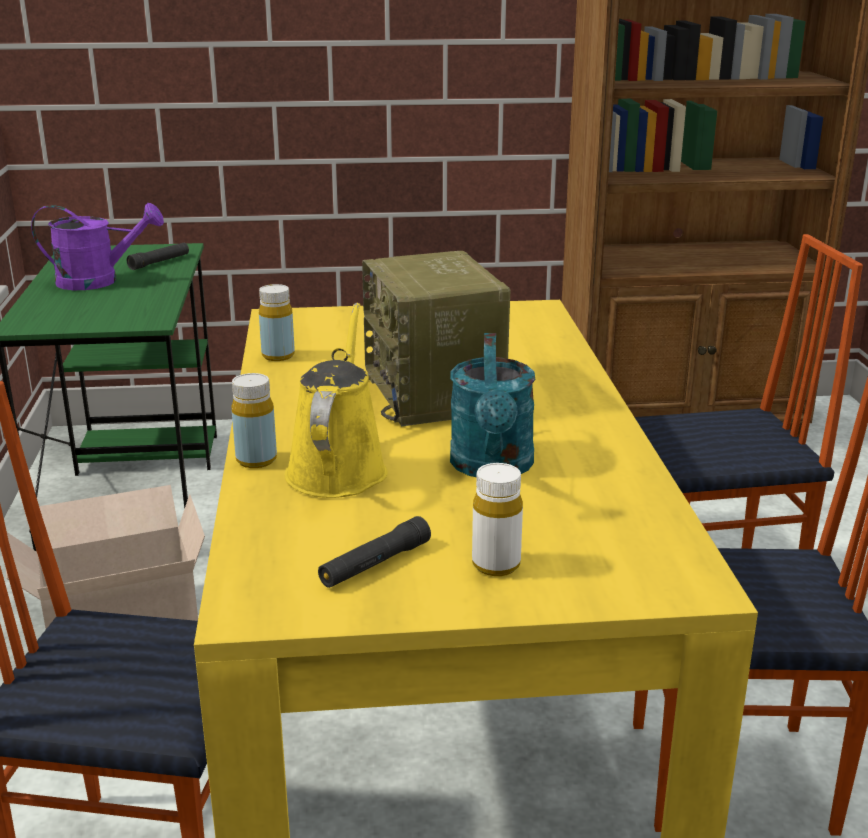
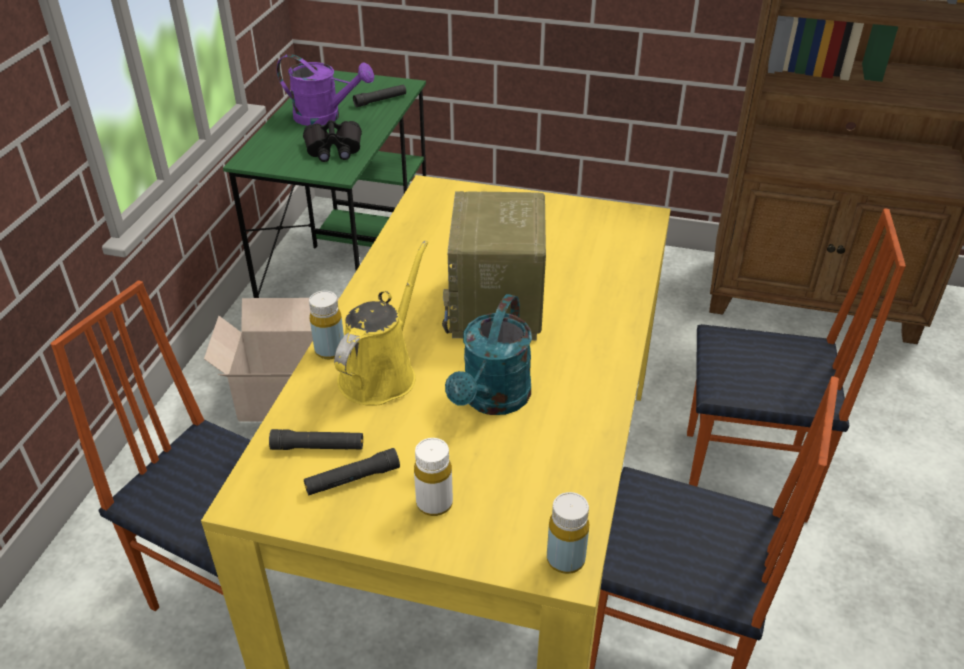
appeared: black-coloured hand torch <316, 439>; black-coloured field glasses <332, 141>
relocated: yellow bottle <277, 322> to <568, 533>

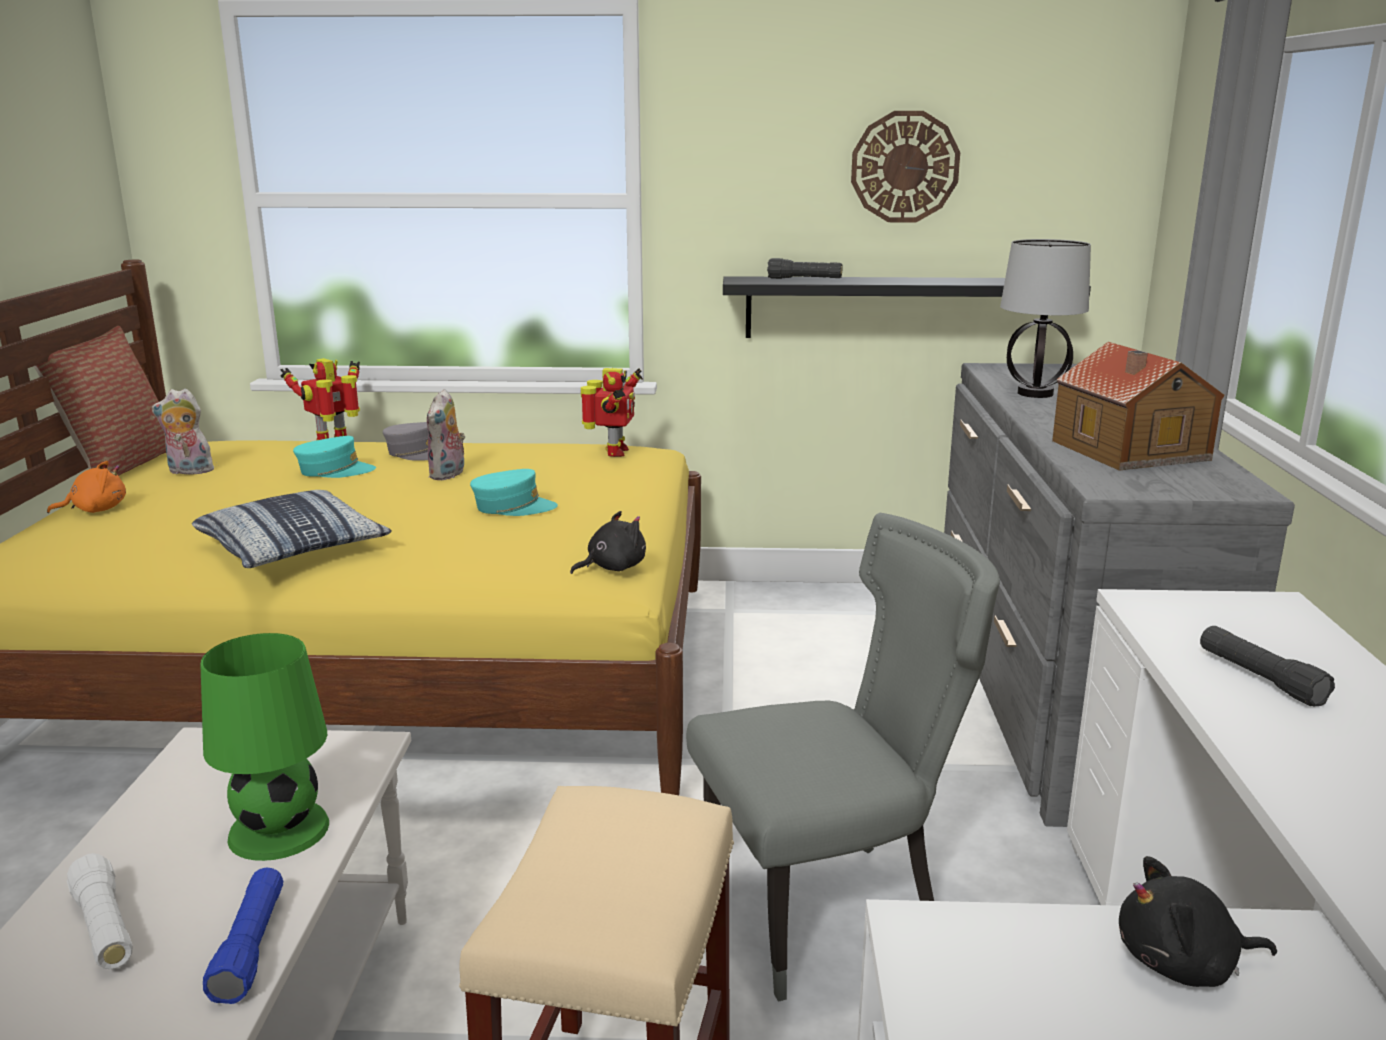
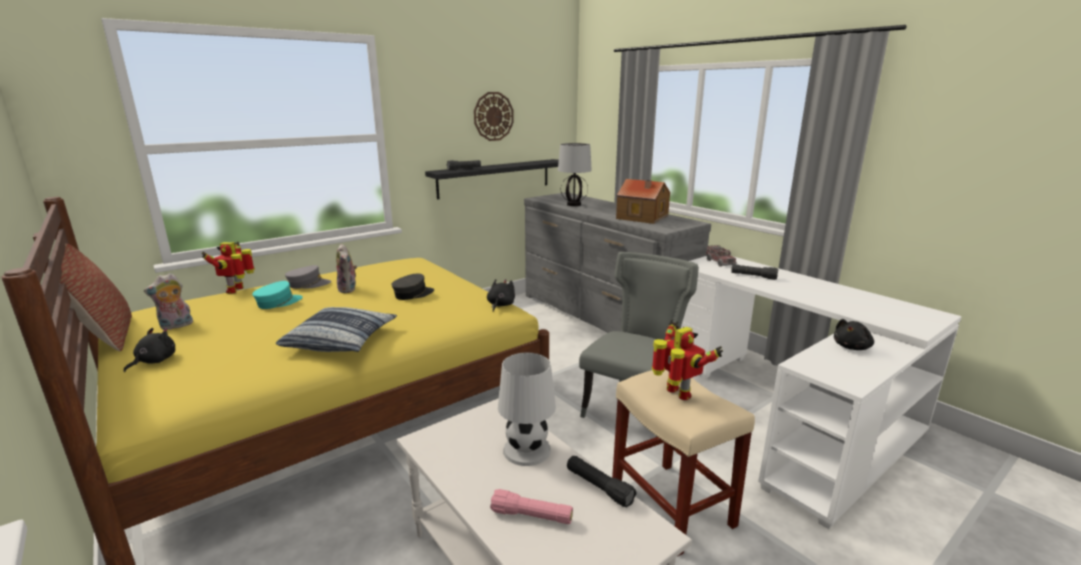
appeared: model truck <720, 256>
relocated: robot figure <612, 412> to <687, 360>
colour: orangey soft toy <86, 487> to black-coloured soft toy <149, 350>; turquoise baseball cap <514, 492> to grey baseball cap <412, 286>; white-coloured hand torch <100, 911> to pink-coloured hand torch <531, 506>; green-coloured table lamp <264, 747> to white-coloured table lamp <527, 409>; blue hand torch <243, 936> to black-coloured hand torch <602, 481>

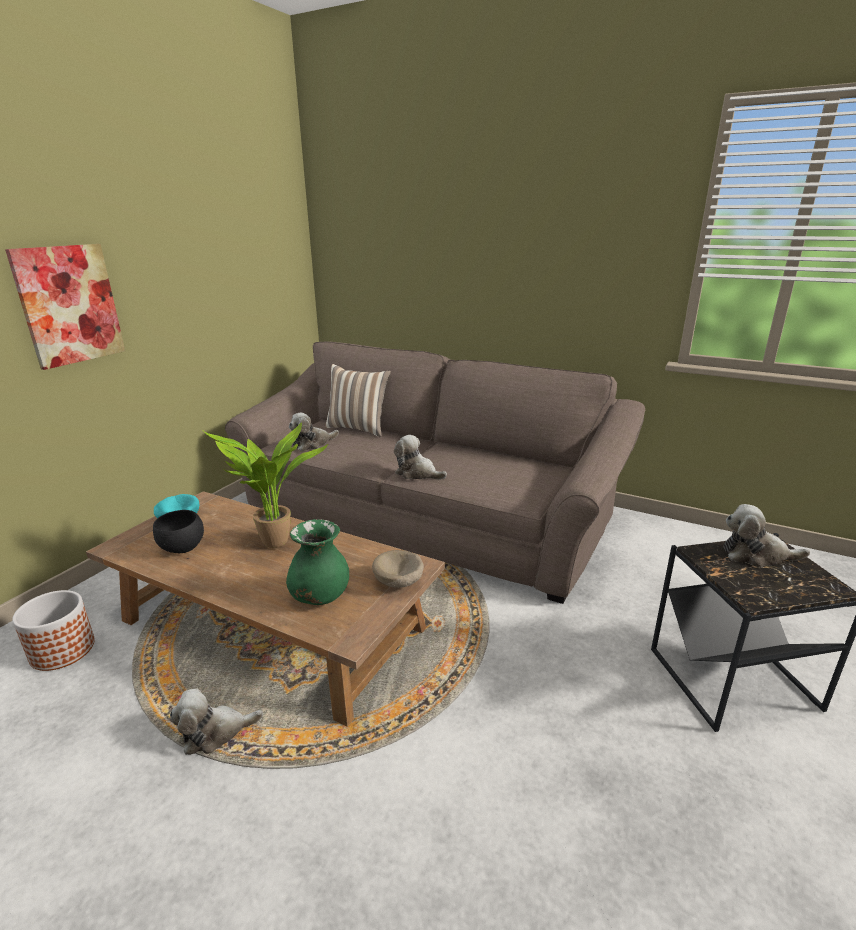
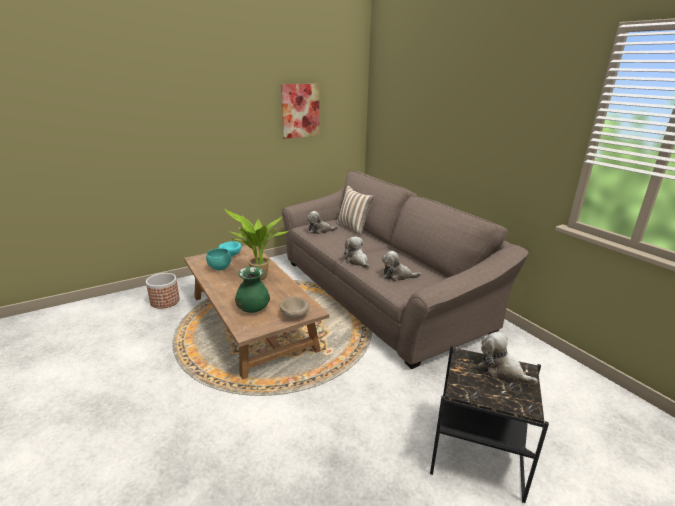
relocated: wall art <65, 307> to <300, 111>; soft toy <216, 722> to <401, 266>
colour: black-coloured serving bowl <178, 531> to turquoise serving bowl <218, 259>

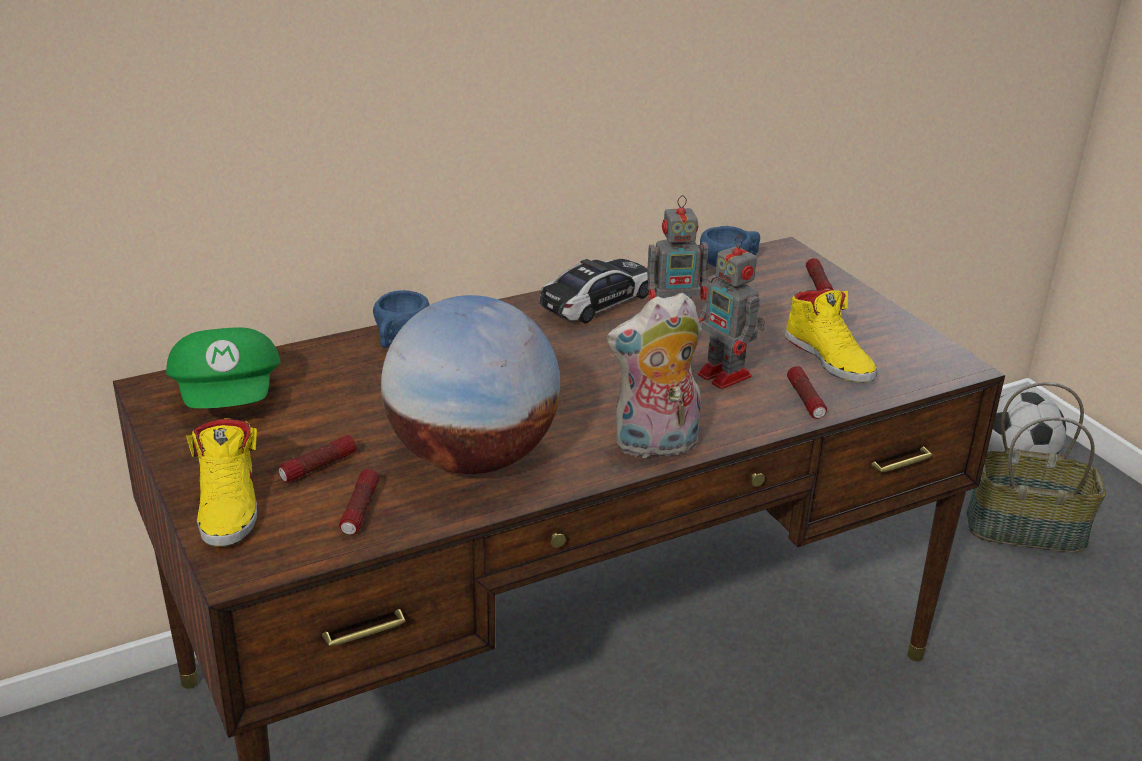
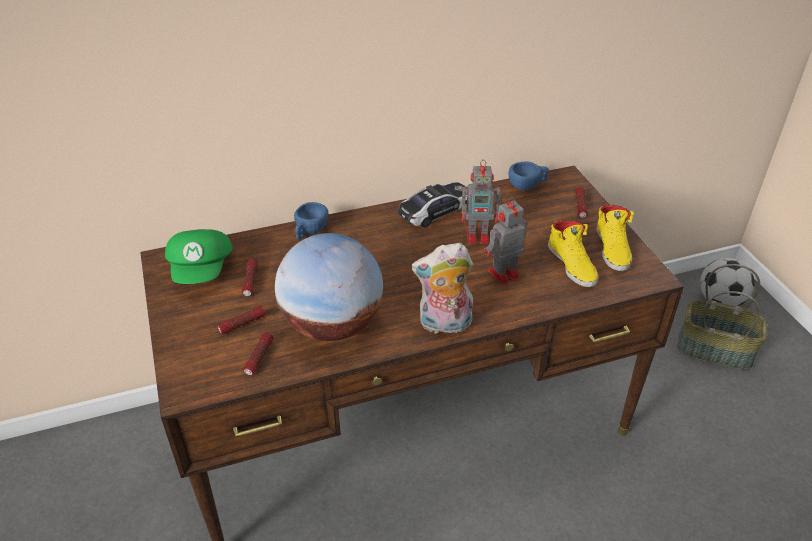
relocated: hand torch <807, 392> to <250, 277>; yellow item of footwear <221, 482> to <615, 237>
spun: robot figure <731, 312> = <505, 240> 90 degrees clockwise

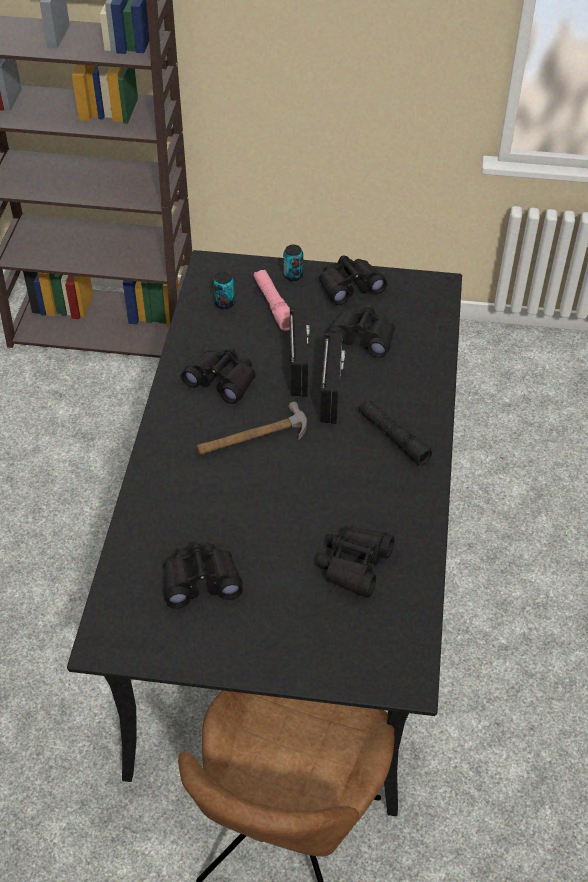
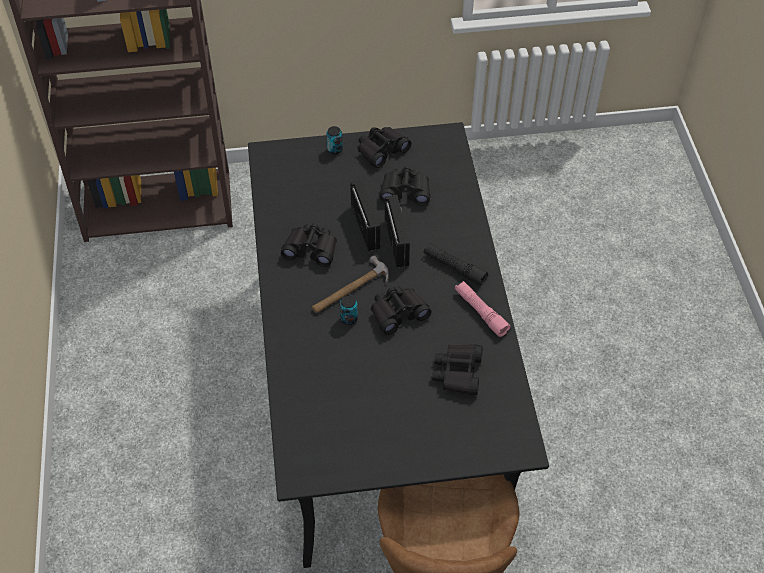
relocated: metal can <224, 290> to <348, 310>; black-coloured field glasses <203, 576> to <401, 310>; pink-coloured hand torch <272, 300> to <482, 309>

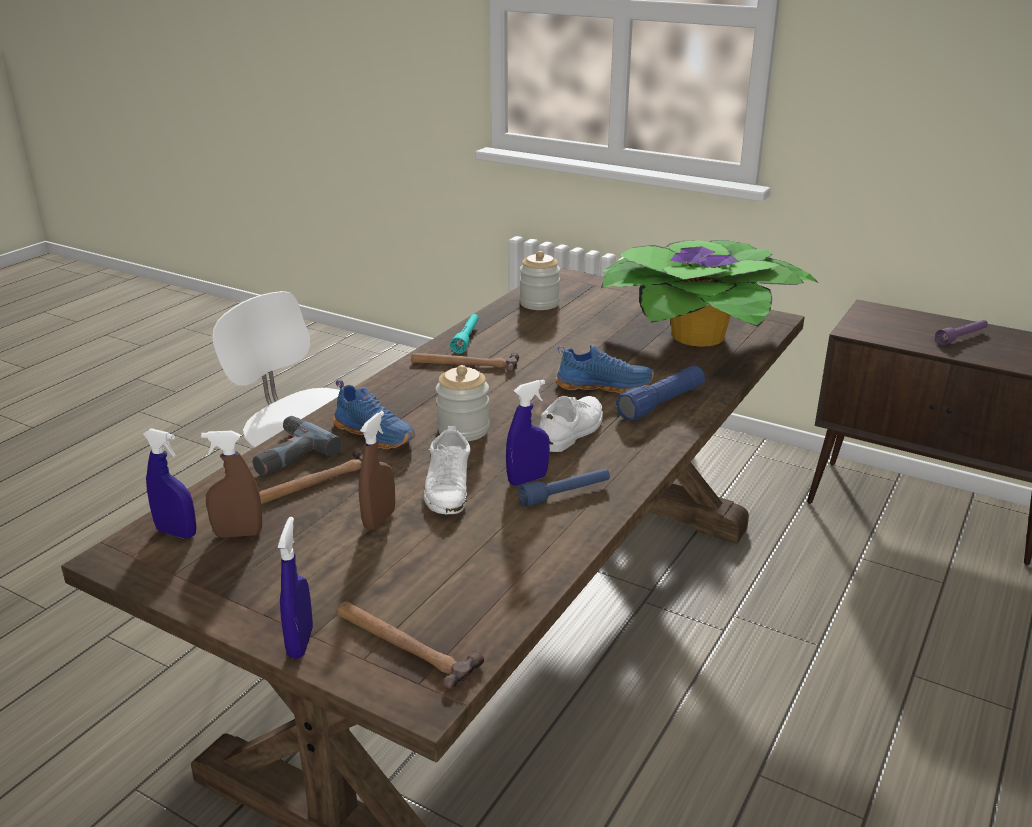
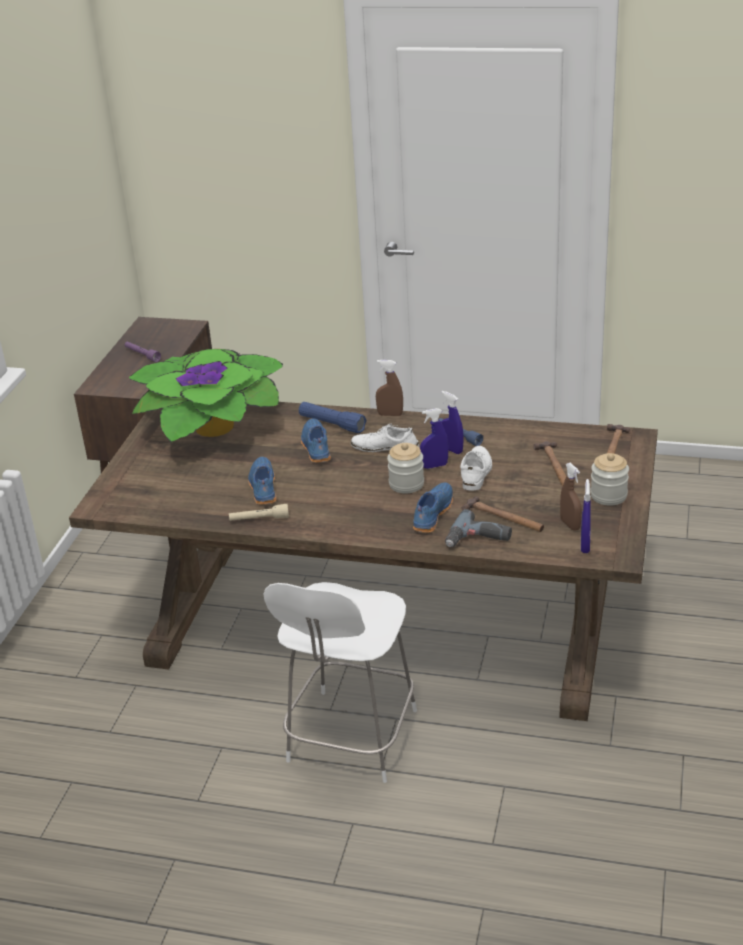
appeared: blue item of footwear <262, 481>
relocated: brown-coloured sprayer <377, 470> to <389, 388>; blue sprayer <295, 588> to <434, 438>; tool hammer <465, 362> to <549, 464>; jar <540, 280> to <609, 479>
colour: turquoise hand torch <464, 333> to beige-coloured hand torch <259, 512>
spun: white-coloured item of footwear <447, 470> = <476, 468> 60 degrees counterclockwise

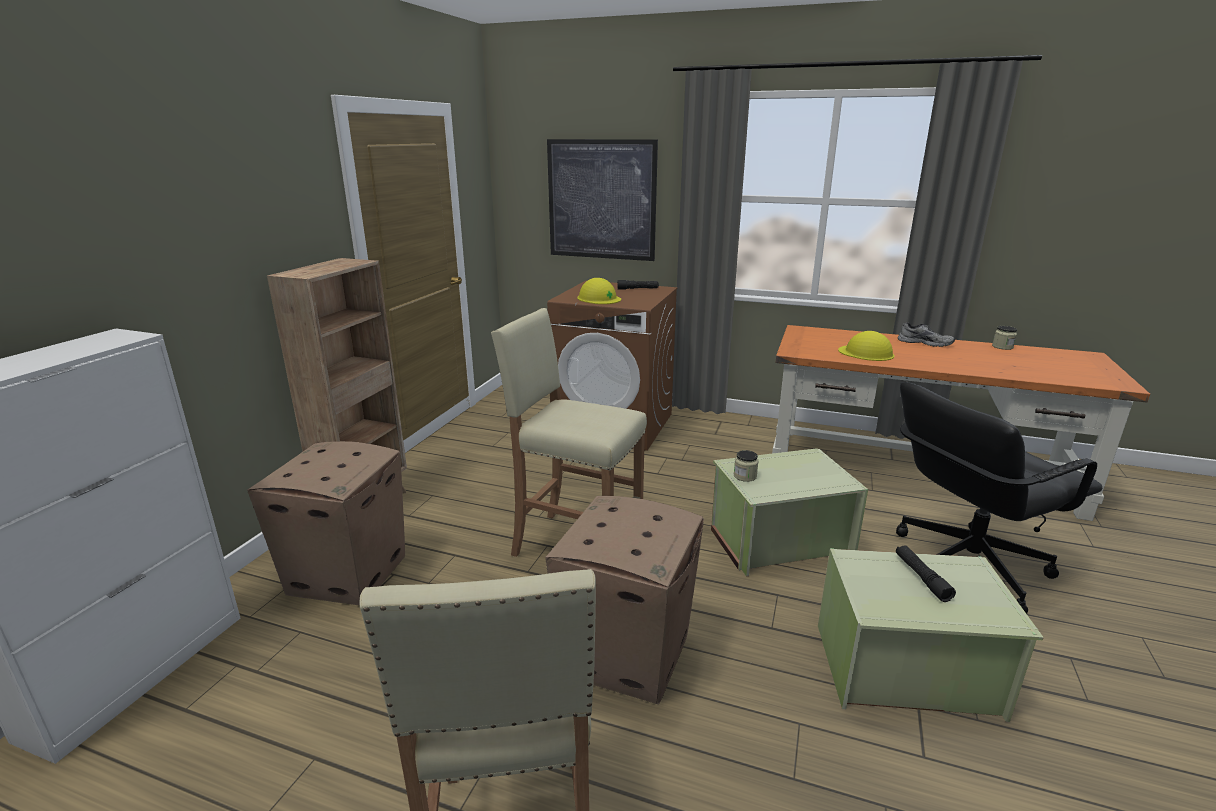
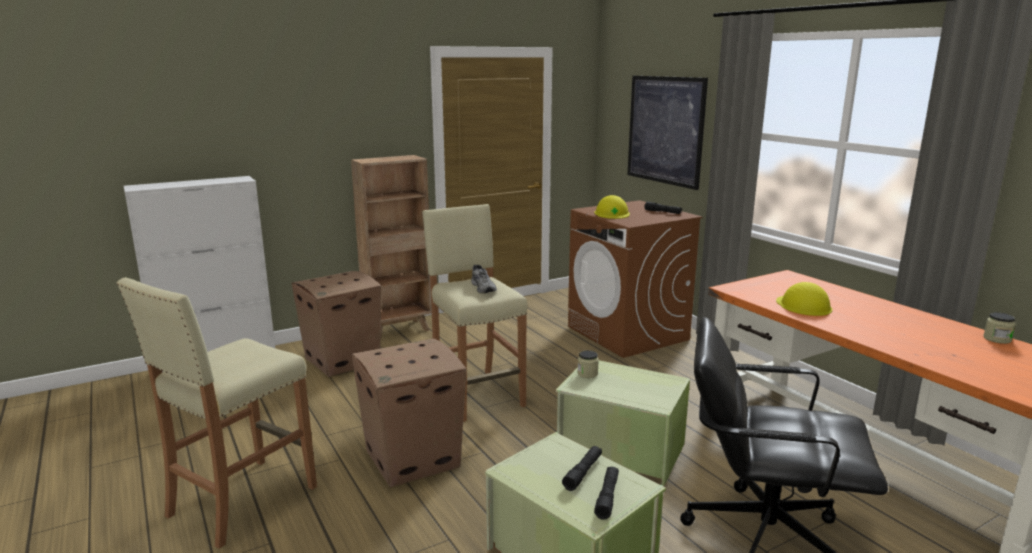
appeared: black-coloured hand torch <606, 493>
relocated: grey item of footwear <926, 334> to <484, 279>

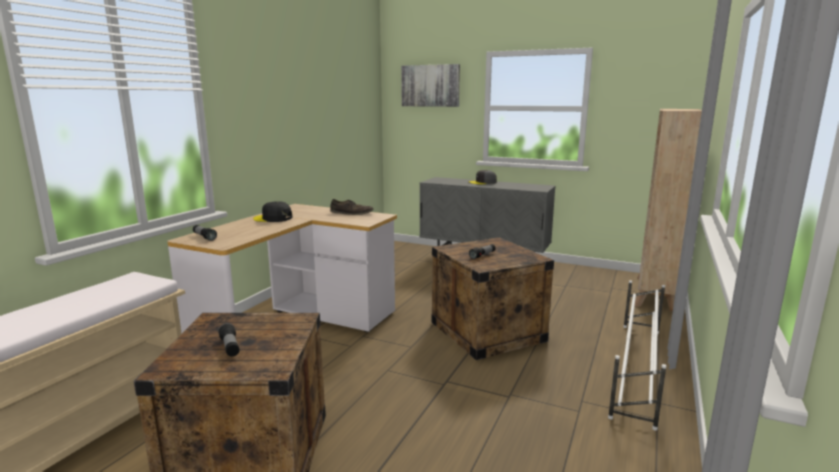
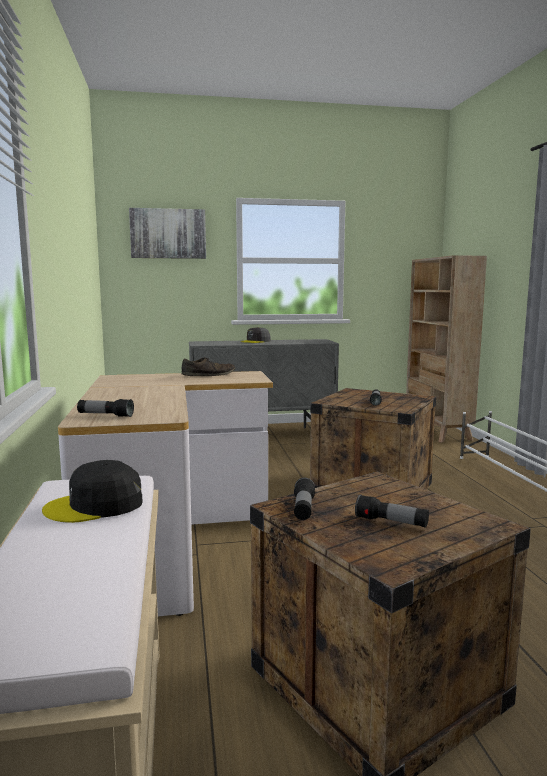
appeared: hand torch <304, 499>
relocated: black-coloured baseball cap <273, 211> to <92, 491>

